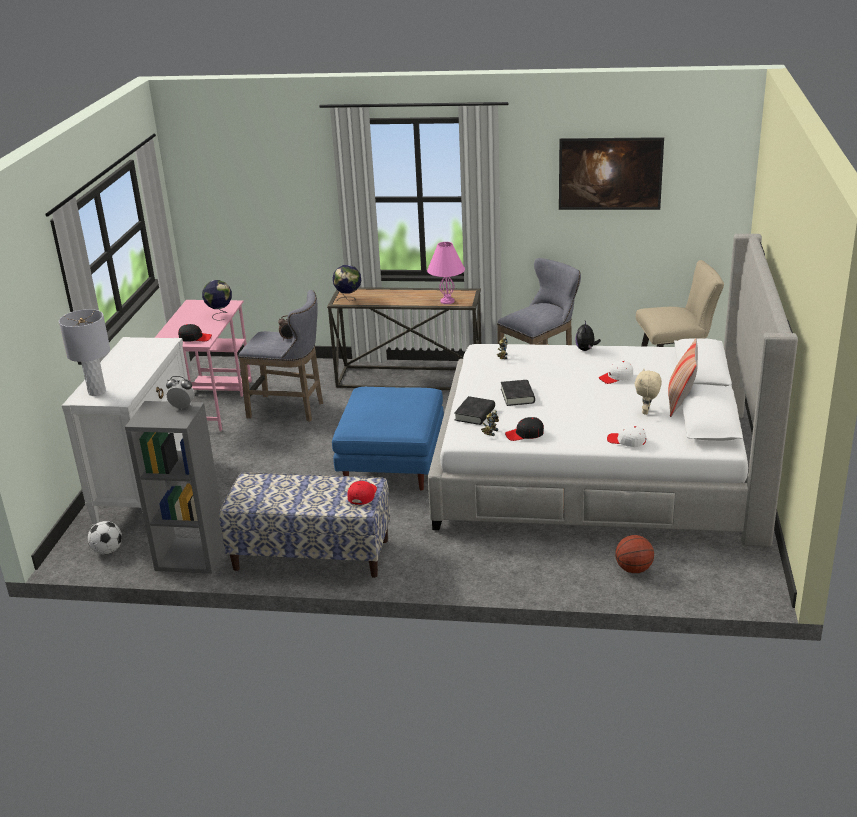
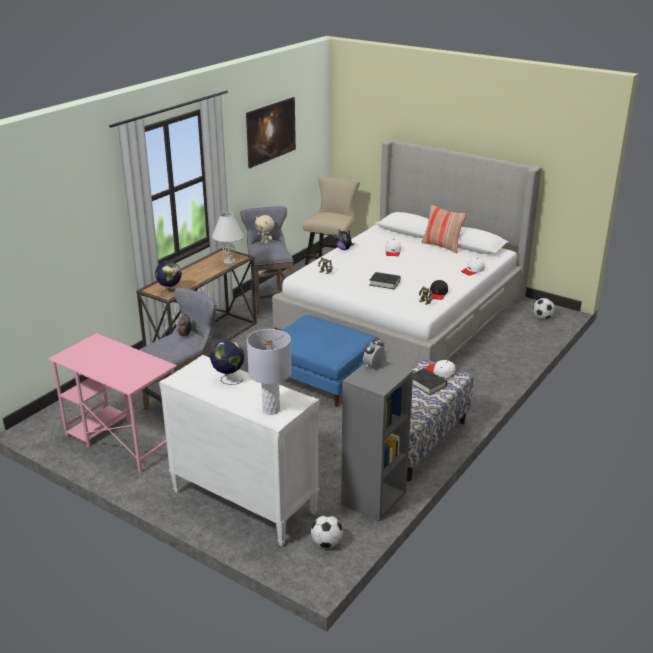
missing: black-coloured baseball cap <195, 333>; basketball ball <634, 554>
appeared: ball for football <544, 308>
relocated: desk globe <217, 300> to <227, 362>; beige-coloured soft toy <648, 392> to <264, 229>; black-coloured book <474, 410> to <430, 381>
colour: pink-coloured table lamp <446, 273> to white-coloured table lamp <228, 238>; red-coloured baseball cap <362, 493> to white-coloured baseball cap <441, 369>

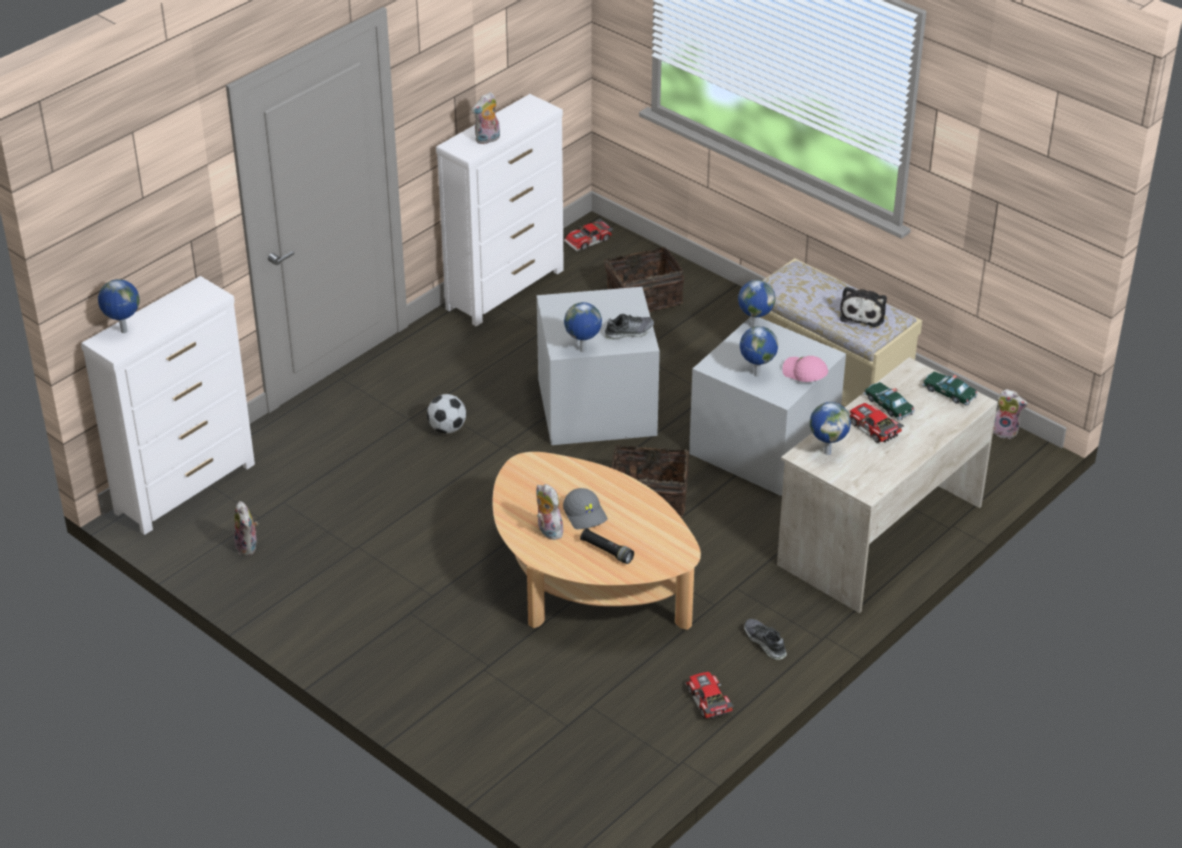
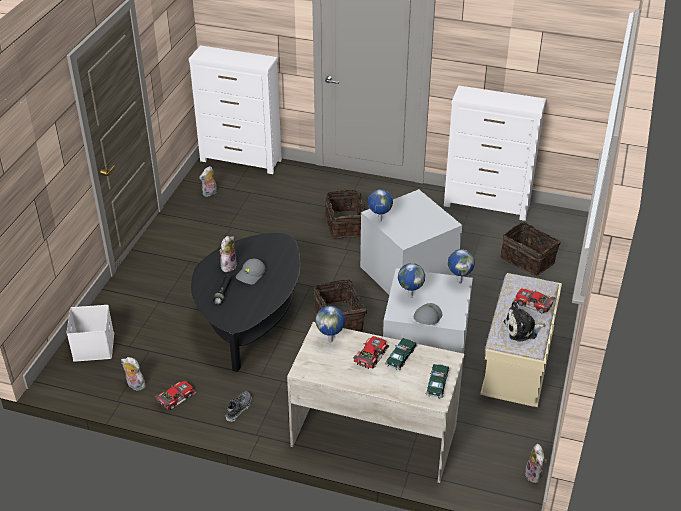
missing: desk globe <119, 306>; item of footwear <629, 327>
appeared: white-coloured storage bin <90, 333>
relocated: soft toy <485, 118> to <133, 374>; toy car <588, 235> to <534, 300>
exchanged: ball for football <446, 414> to storage basket <345, 214>
colour: beige-coloured lounge table <597, 541> to black-coloured lounge table <246, 302>; pink-coloured baseball cap <805, 369> to grey baseball cap <428, 314>

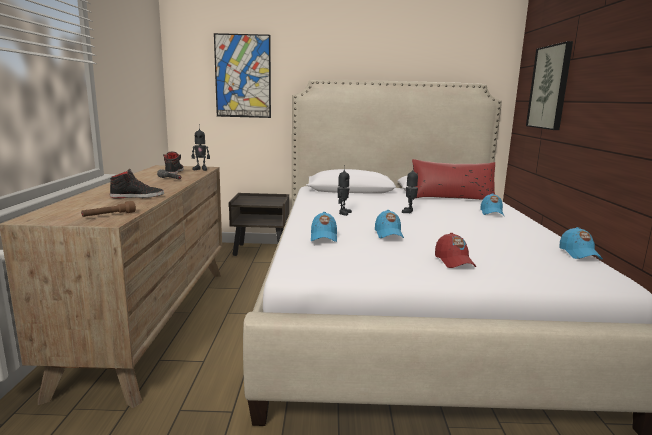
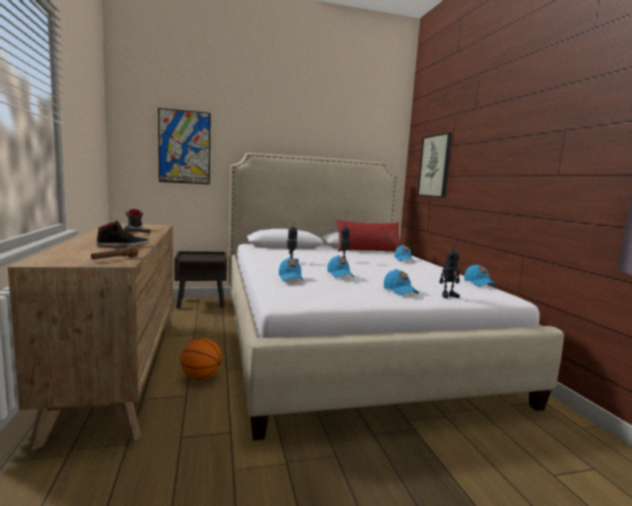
appeared: basketball ball <201, 359>
relocated: robot figure <201, 147> to <449, 270>
colour: red-coloured baseball cap <456, 250> to blue baseball cap <401, 282>

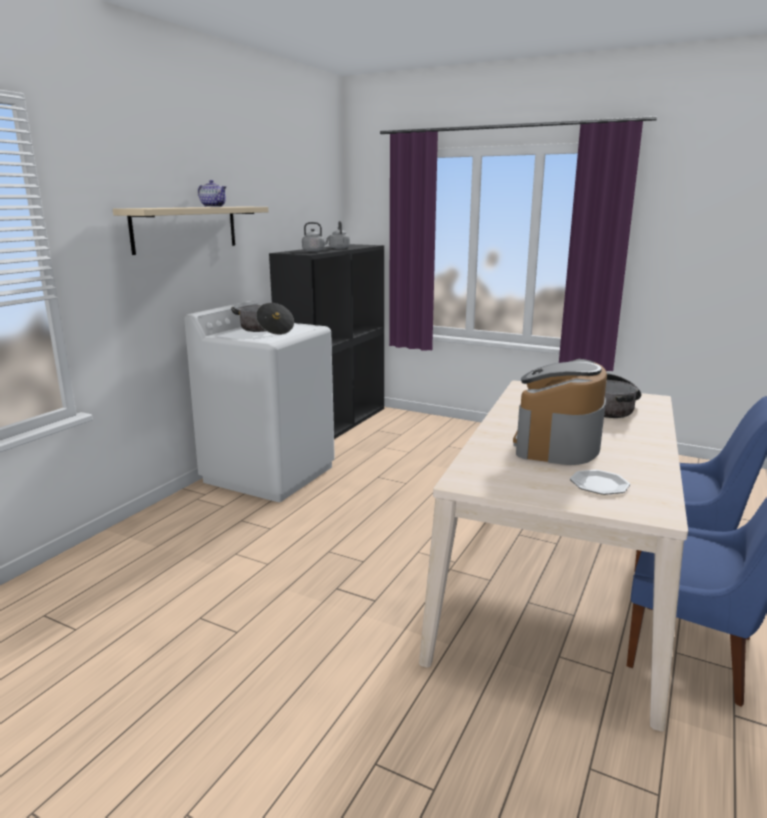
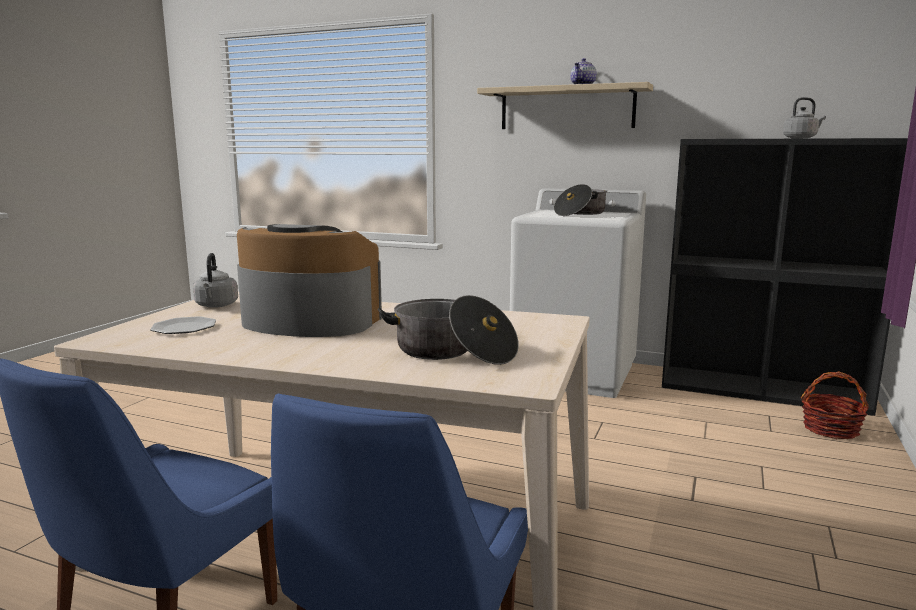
appeared: storage basket <835, 405>
relocated: grey water kettle <316, 237> to <215, 280>

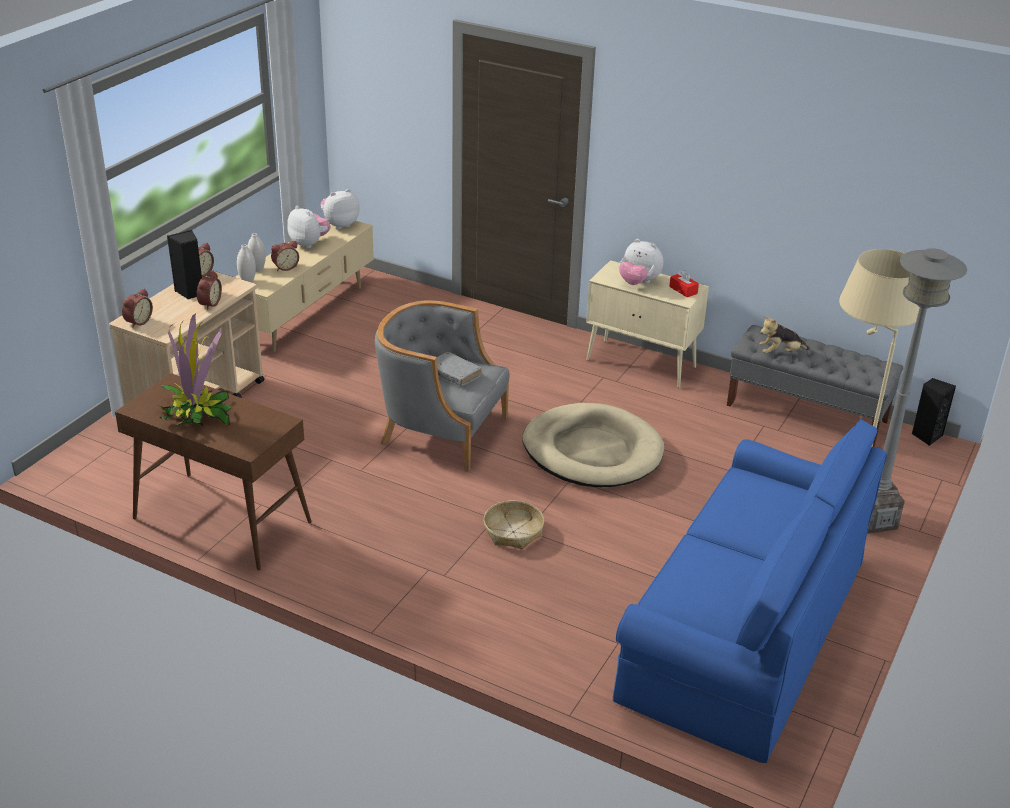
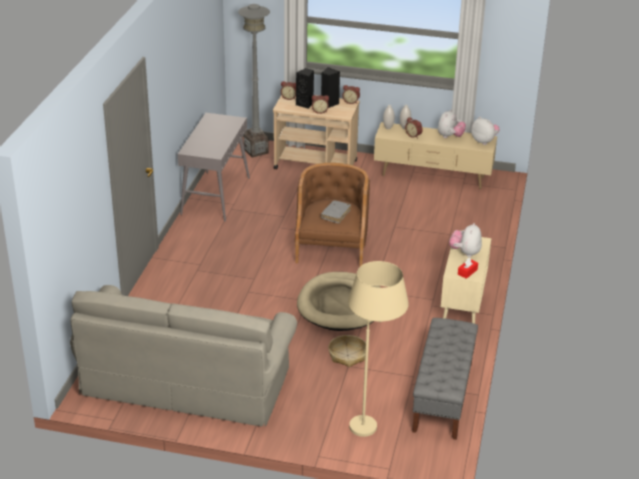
missing: potted plant <194, 370>; soft toy <785, 334>
relocated: grey floor lamp <917, 391> to <254, 81>; black-coloured audio speaker <933, 412> to <305, 88>; storage basket <513, 524> to <347, 351>
colour: blue couch <750, 591> to grey couch <183, 356>; brown-coloured console table <213, 472> to grey console table <214, 167>; grey lounge chair <442, 386> to brown-coloured lounge chair <332, 214>

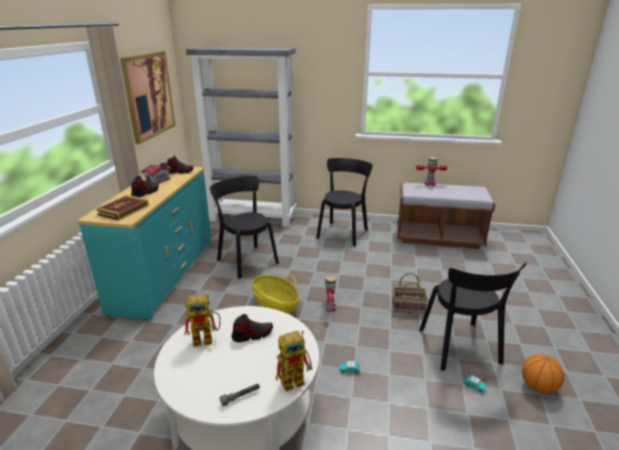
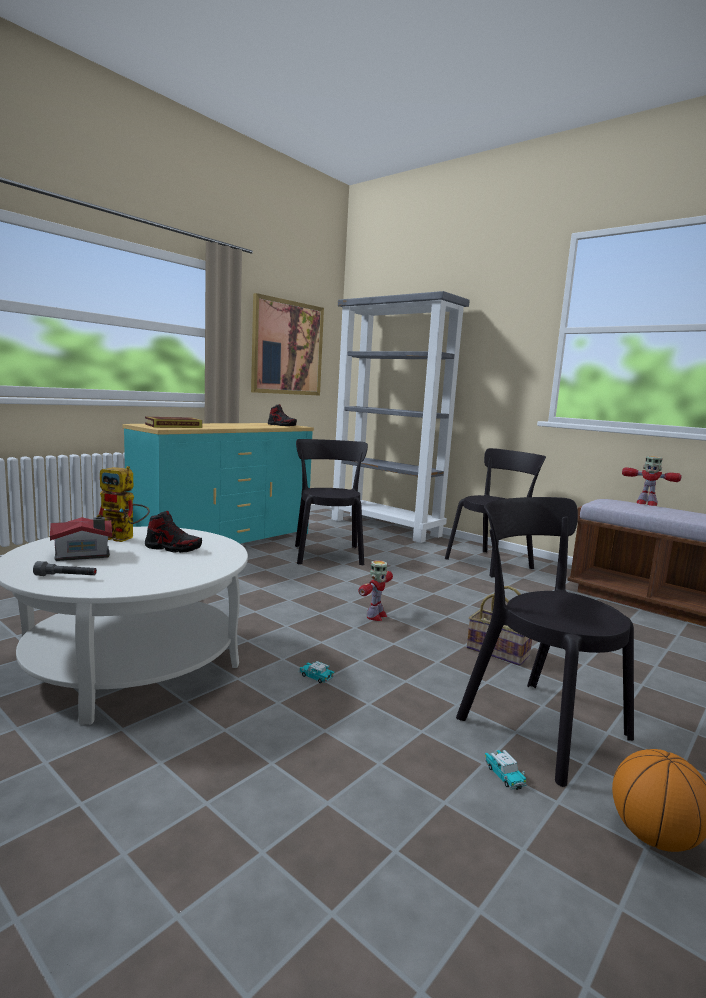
missing: item of footwear <145, 186>; storage basket <275, 294>; robot figure <294, 361>
relocated: toy house <156, 172> to <81, 539>
spun: black-coloured upright chair <473, 316> = <545, 642> 120 degrees clockwise

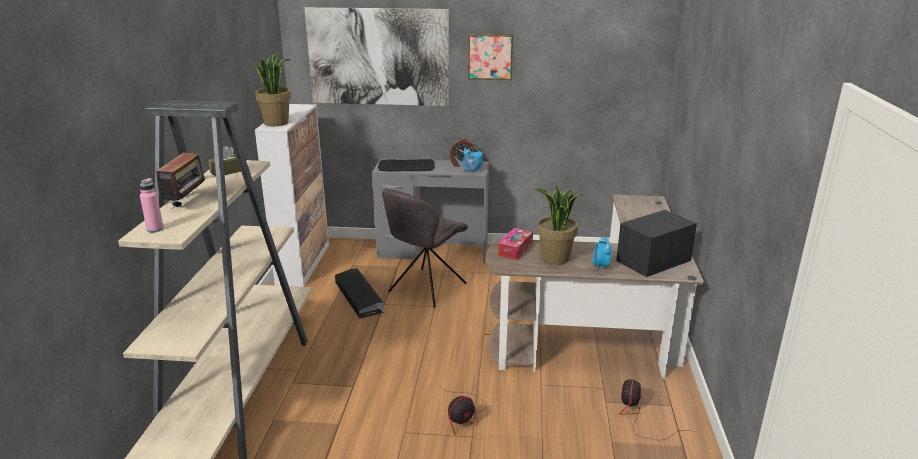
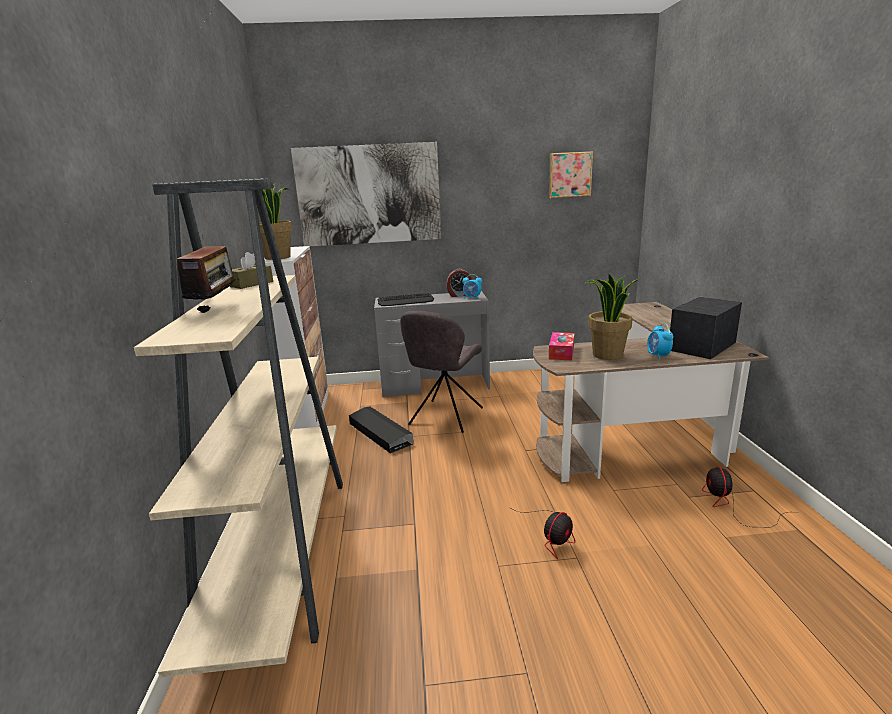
missing: pink-coloured bottle <152, 205>
relocated: wall art <490, 57> to <571, 174>

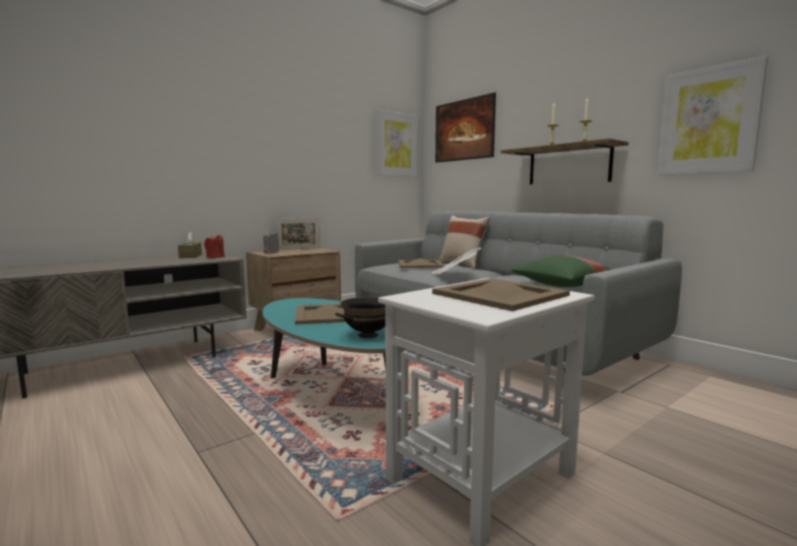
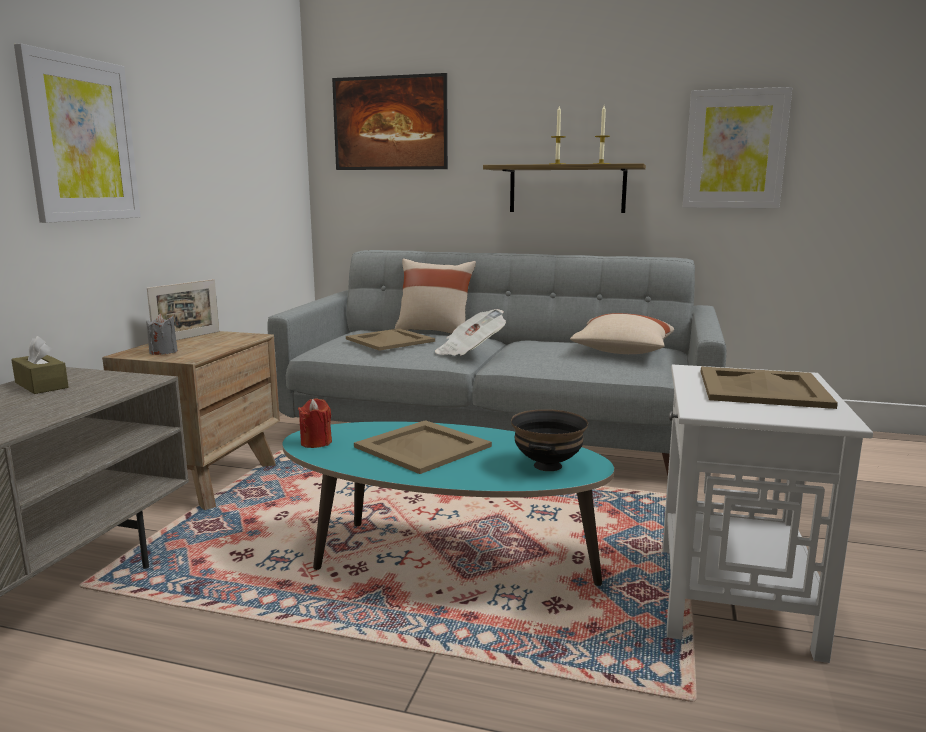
relocated: wall art <397, 143> to <77, 133>; red-coloured candle <214, 246> to <315, 423>
colour: green-coloured pillow <561, 271> to beige-coloured pillow <622, 333>

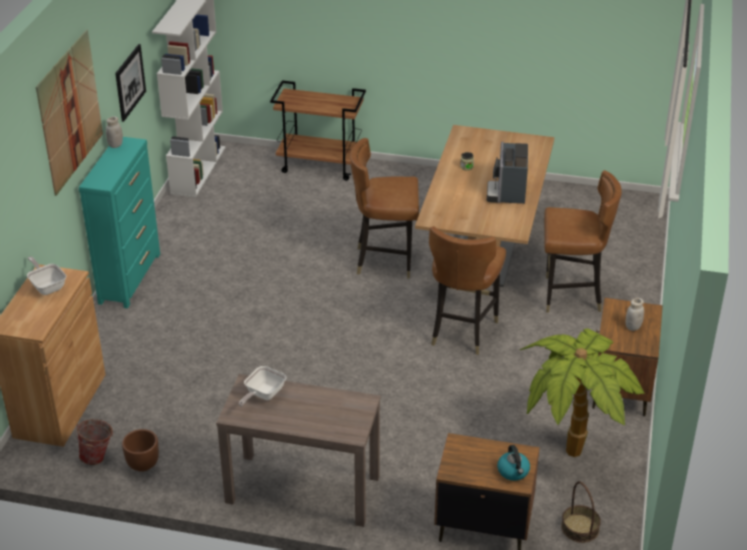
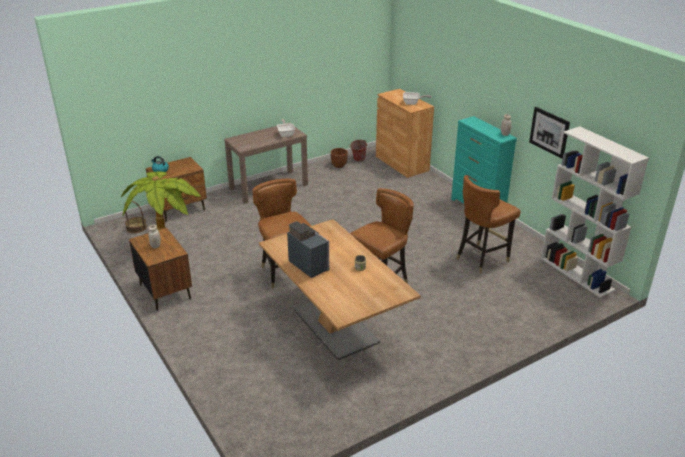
missing: wall art <69, 113>; brown-coloured trolley <318, 131>
relocated: brown-coloured upright chair <583, 241> to <488, 224>

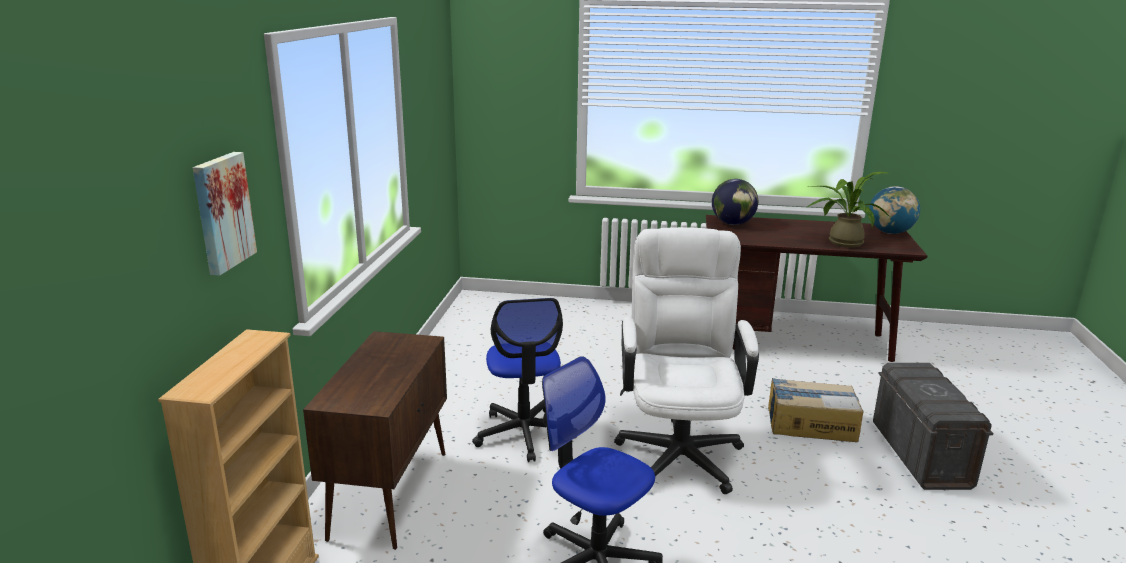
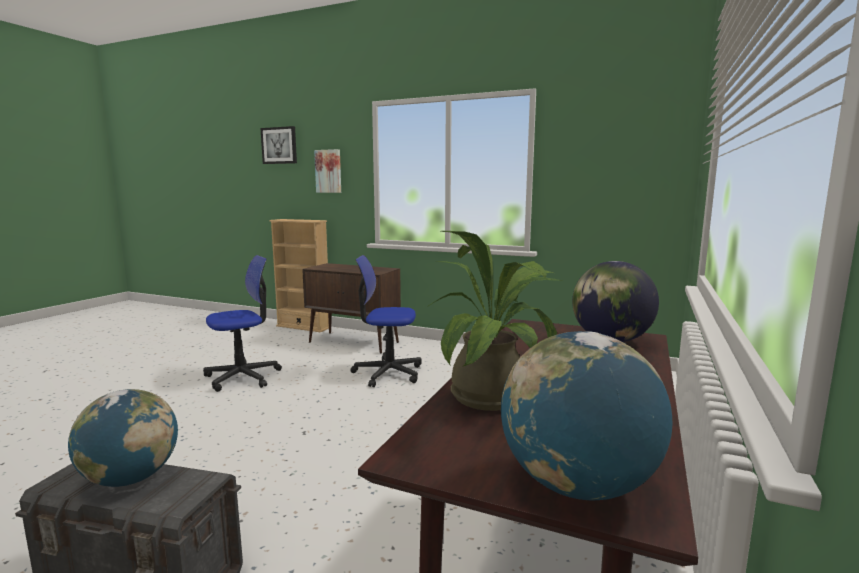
missing: white-coloured computer chair <686, 360>; carton <815, 410>
appeared: desk globe <123, 438>; wall art <278, 145>

